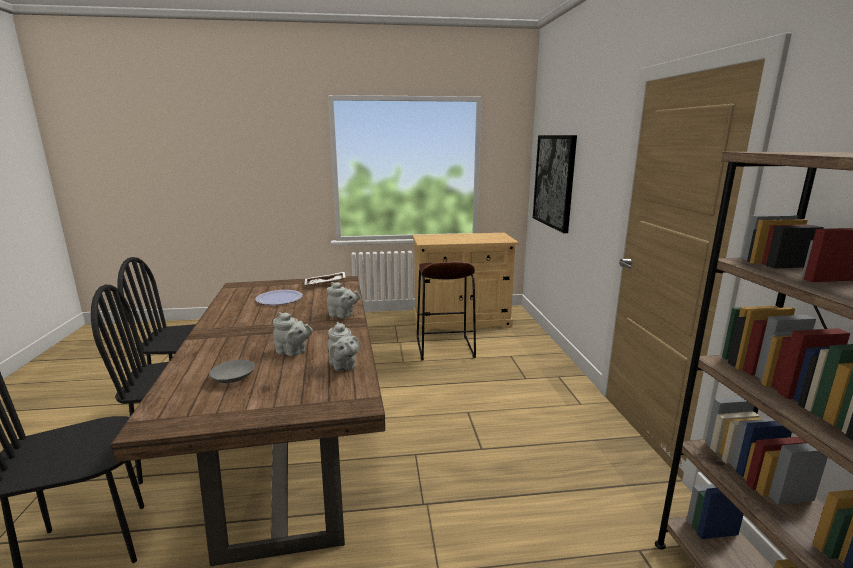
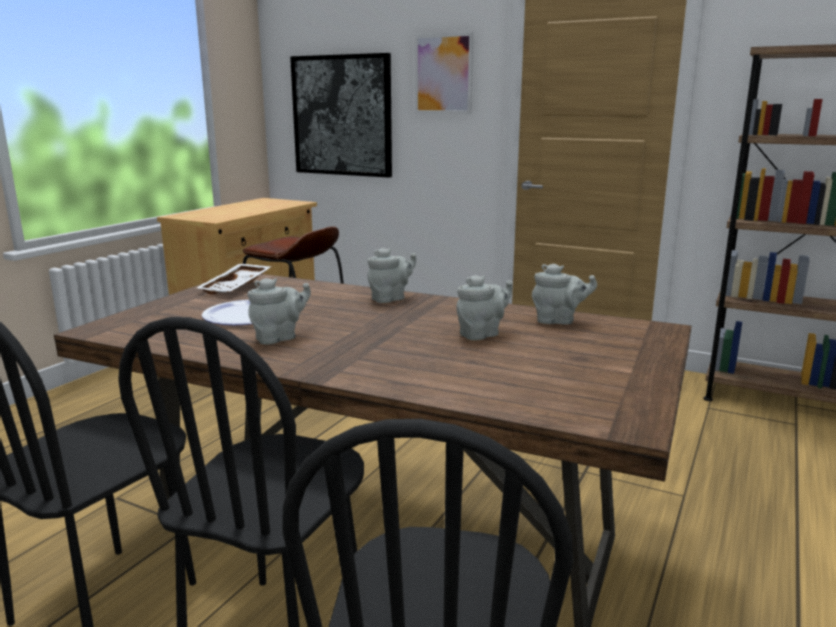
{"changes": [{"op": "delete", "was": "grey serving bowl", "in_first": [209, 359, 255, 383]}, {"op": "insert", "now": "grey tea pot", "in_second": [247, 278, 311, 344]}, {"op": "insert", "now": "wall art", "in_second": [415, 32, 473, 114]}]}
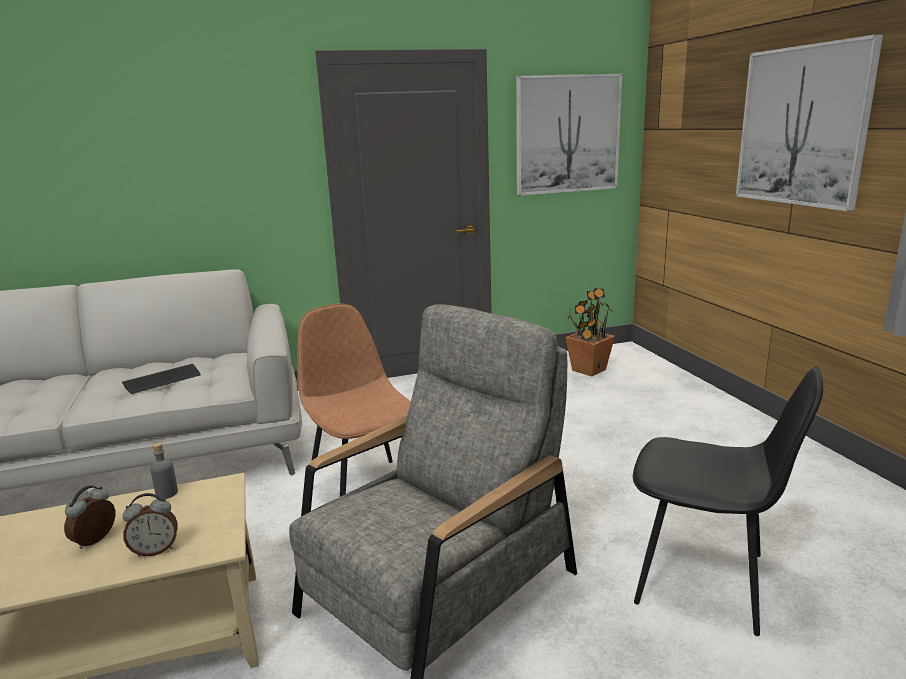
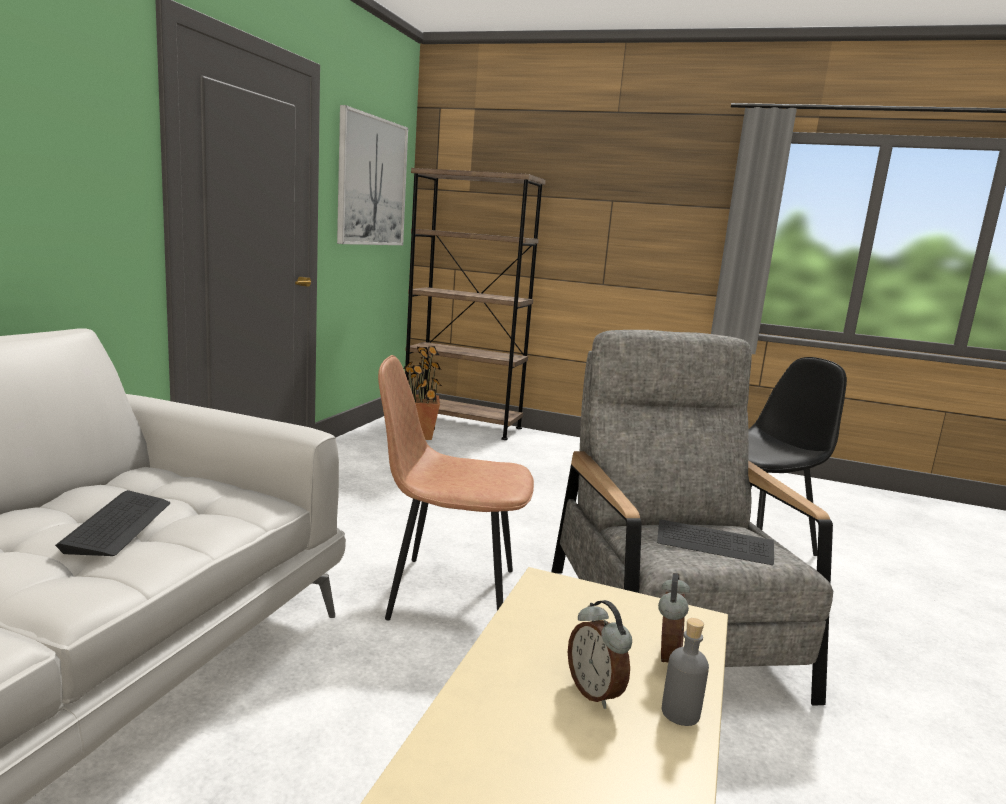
{"changes": [{"op": "delete", "was": "wall art", "in_first": [736, 34, 883, 211]}, {"op": "insert", "now": "brownish bookcase", "in_second": [405, 168, 546, 440]}, {"op": "insert", "now": "PC keyboard", "in_second": [657, 519, 774, 565]}, {"op": "move", "was": "grey bottle", "in_first": [150, 443, 178, 499], "in_second": [662, 618, 709, 726]}]}
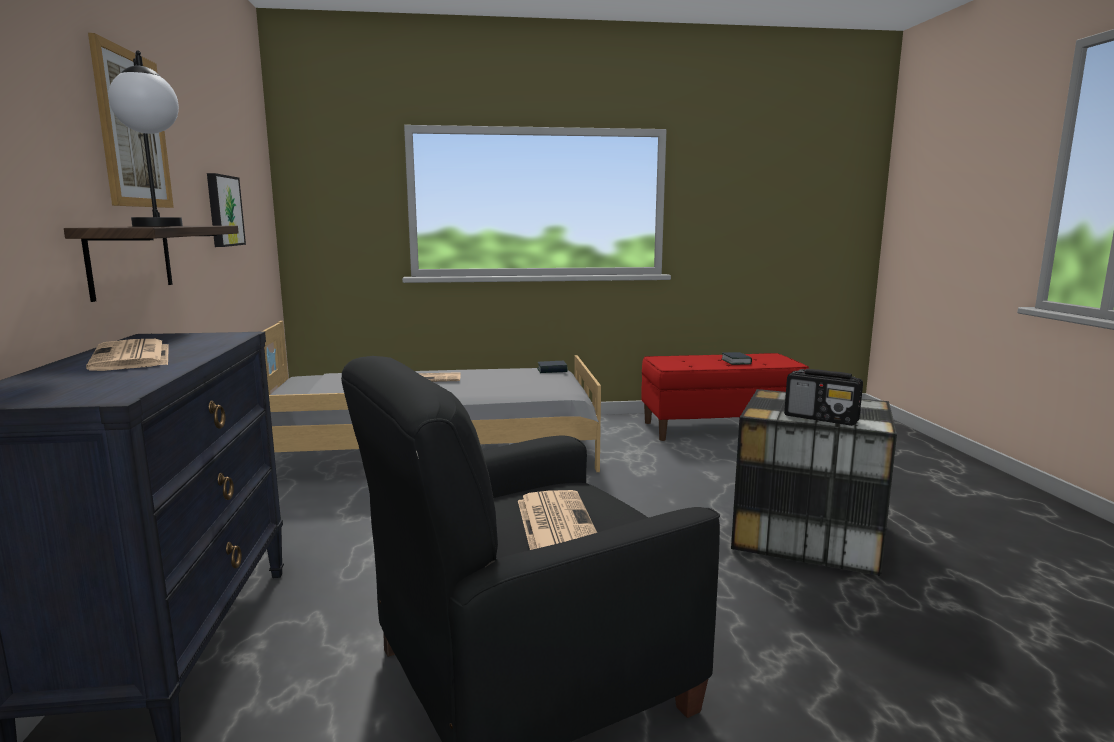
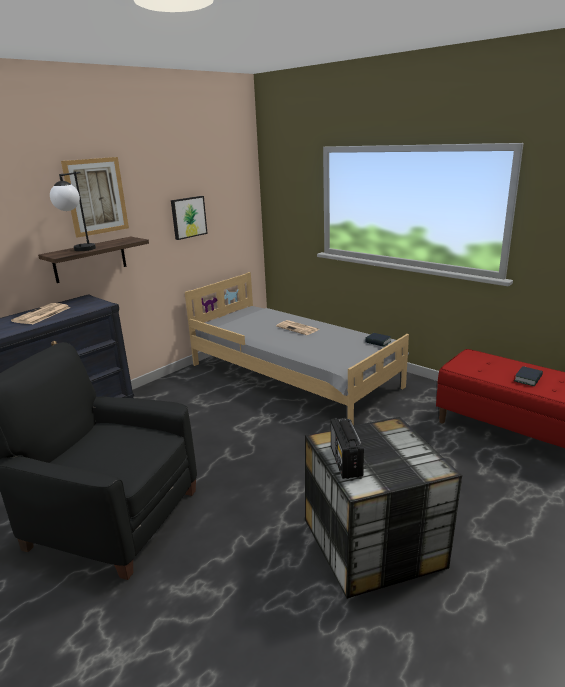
{"changes": [{"op": "delete", "was": "printed paper", "in_first": [518, 490, 597, 550]}]}
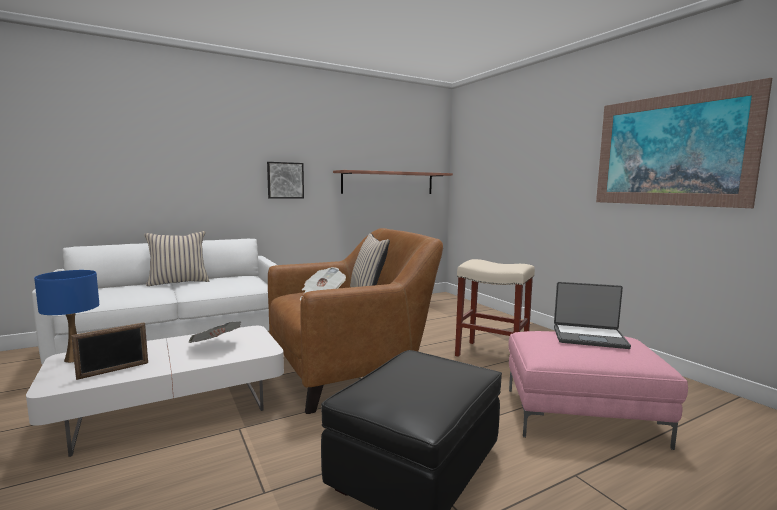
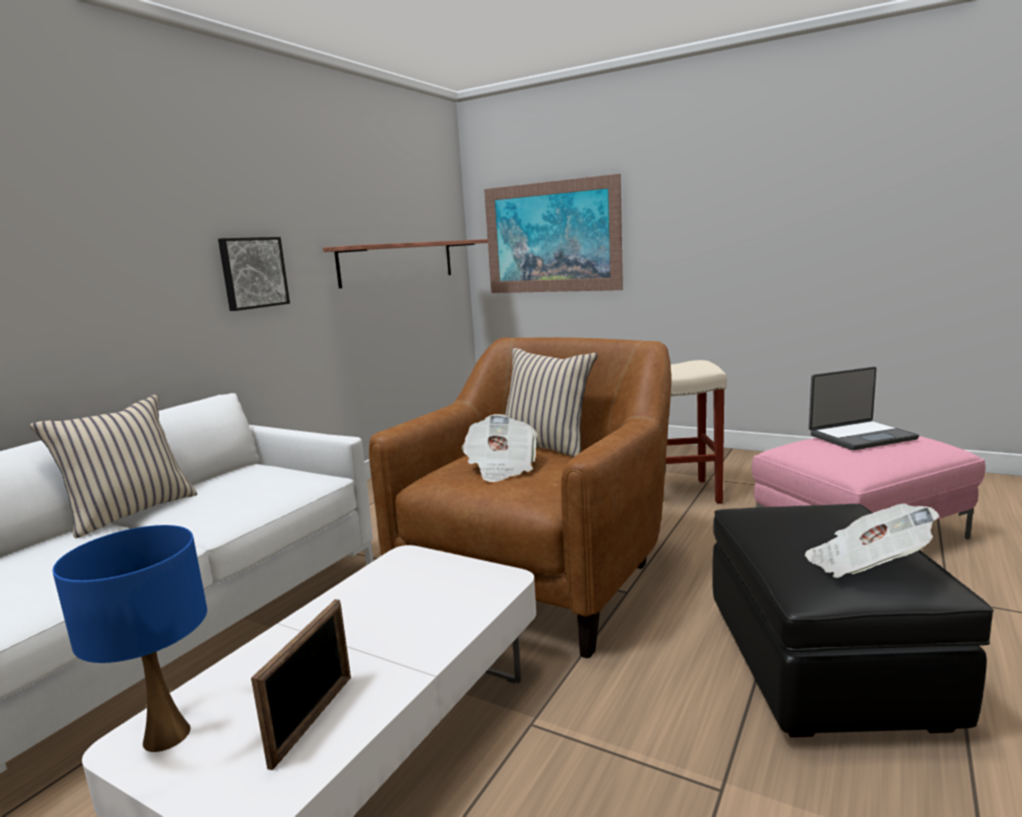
{"changes": [{"op": "move", "was": "printed paper", "in_first": [189, 322, 241, 343], "in_second": [805, 503, 940, 578]}, {"op": "move", "was": "wall art", "in_first": [596, 78, 772, 208], "in_second": [484, 174, 623, 293]}]}
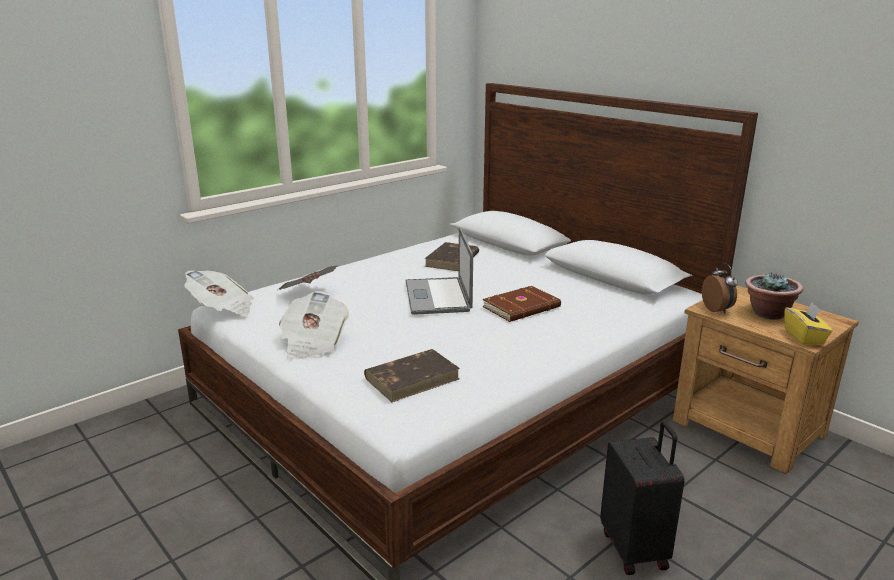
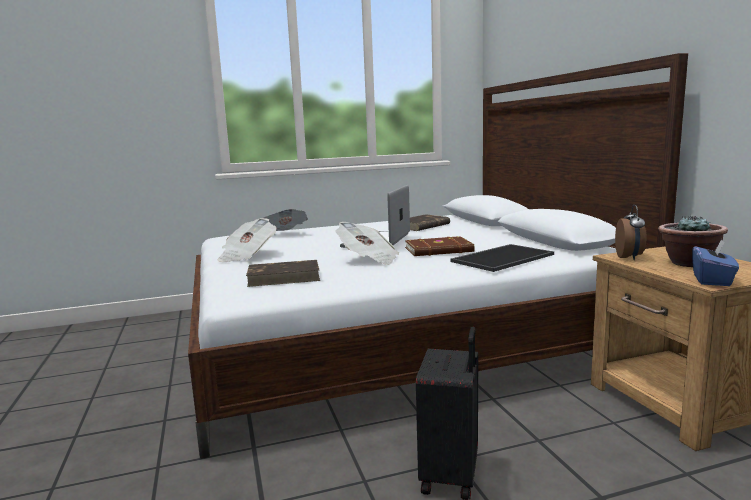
{"changes": [{"op": "insert", "now": "carrying tray", "in_second": [450, 244, 554, 272]}, {"op": "move", "was": "printed paper", "in_first": [184, 270, 253, 316], "in_second": [335, 222, 399, 265]}, {"op": "recolor", "was": "yellow tissue box", "now": "blue-coloured tissue box", "in_first": [784, 303, 833, 345], "in_second": [692, 239, 739, 286]}]}
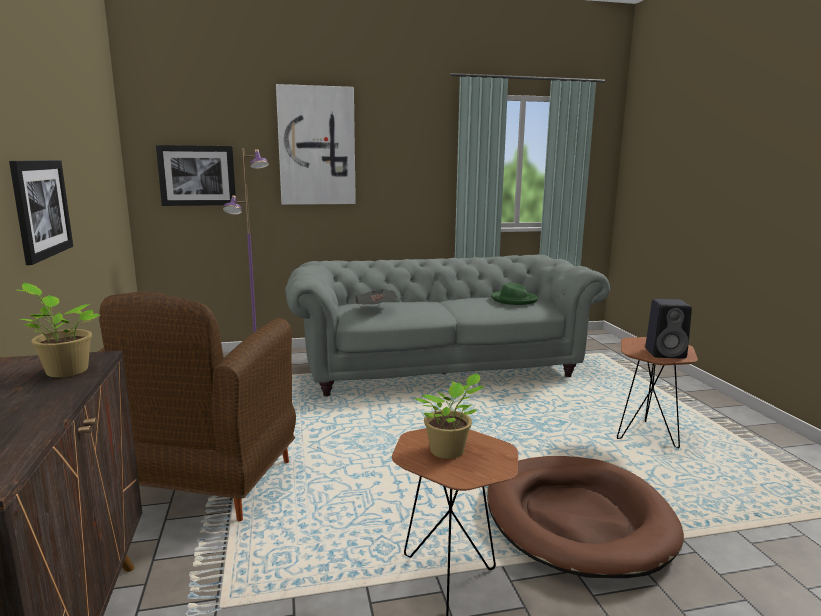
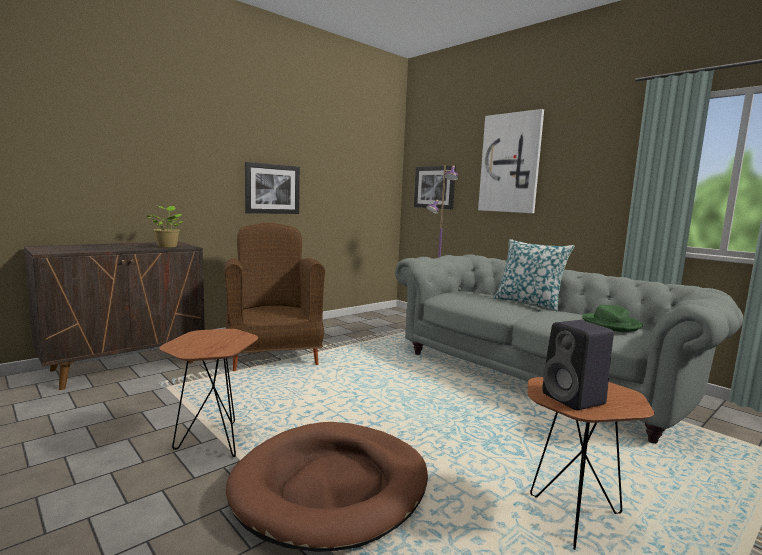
{"changes": [{"op": "delete", "was": "printed paper", "in_first": [355, 289, 397, 305]}, {"op": "delete", "was": "houseplant", "in_first": [413, 373, 484, 459]}, {"op": "insert", "now": "throw pillow", "in_second": [493, 239, 574, 311]}, {"op": "rotate", "was": "brownish armchair", "in_first": [98, 291, 296, 521], "in_second": [224, 223, 325, 371], "clockwise": 90}]}
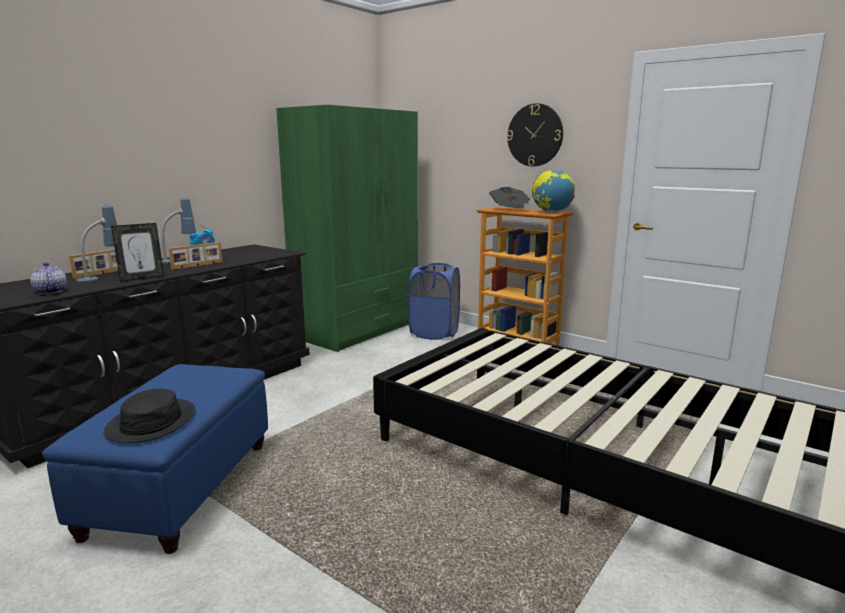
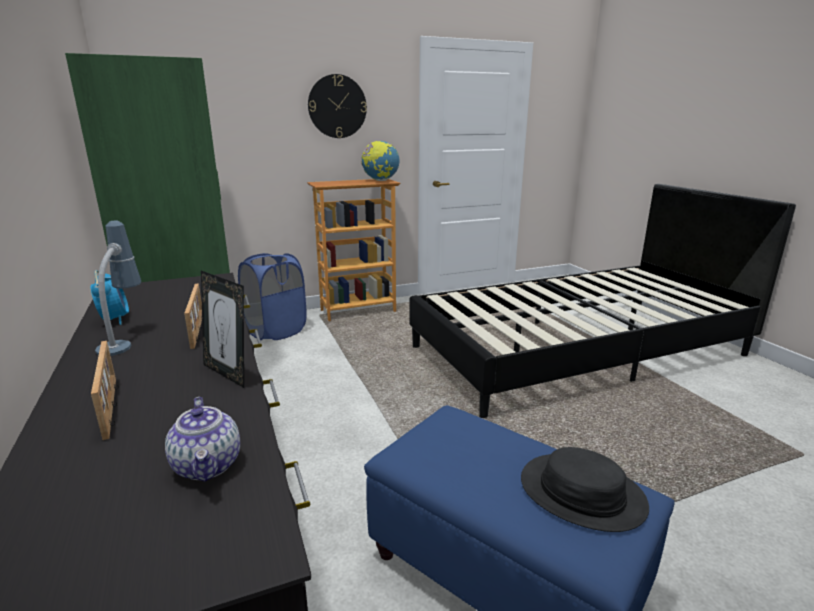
{"changes": [{"op": "delete", "was": "tabletop lamp", "in_first": [76, 205, 117, 283]}, {"op": "delete", "was": "printed paper", "in_first": [489, 187, 530, 208]}, {"op": "rotate", "was": "tea pot", "in_first": [30, 263, 67, 294], "in_second": [165, 397, 240, 482], "clockwise": -105}, {"op": "rotate", "was": "picture frame", "in_first": [111, 223, 164, 282], "in_second": [201, 271, 244, 388], "clockwise": 135}]}
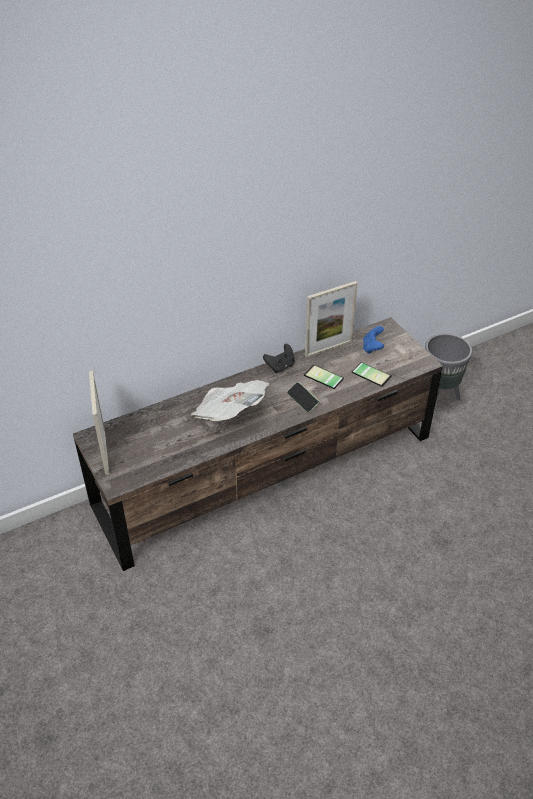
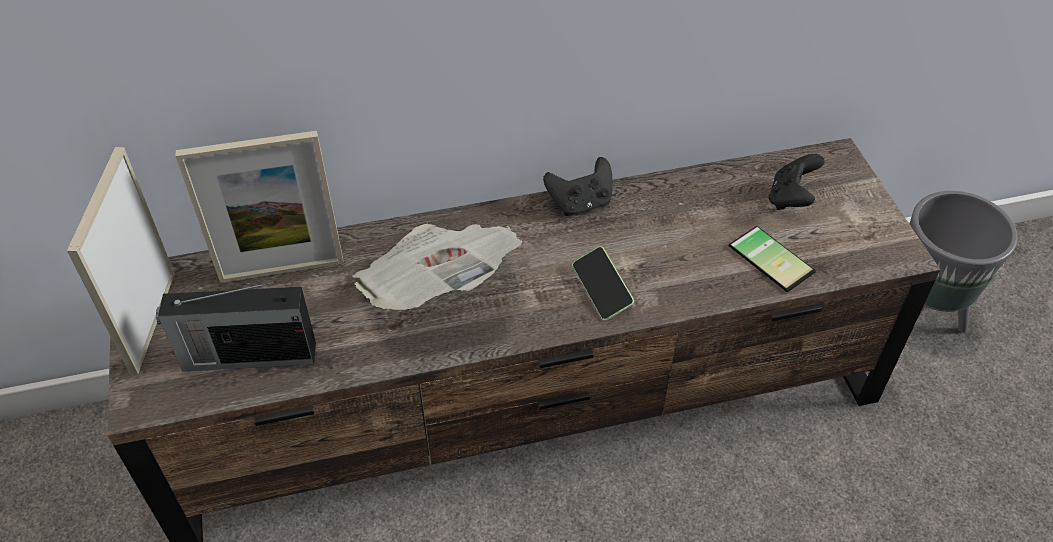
{"changes": [{"op": "delete", "was": "phone", "in_first": [304, 365, 344, 389]}, {"op": "insert", "now": "radio receiver", "in_second": [156, 282, 316, 372]}, {"op": "move", "was": "picture frame", "in_first": [305, 281, 358, 358], "in_second": [176, 131, 344, 283]}, {"op": "recolor", "was": "blue-coloured game controller", "now": "black game controller", "in_first": [363, 326, 384, 354], "in_second": [769, 154, 824, 210]}]}
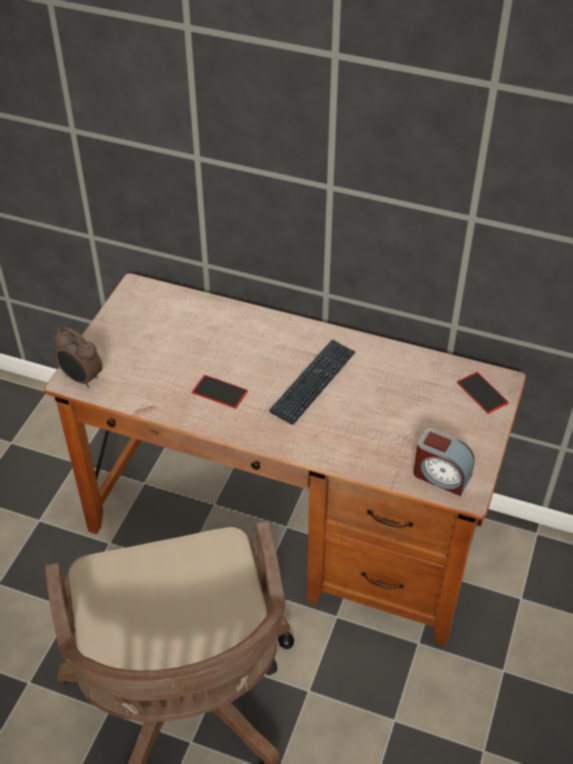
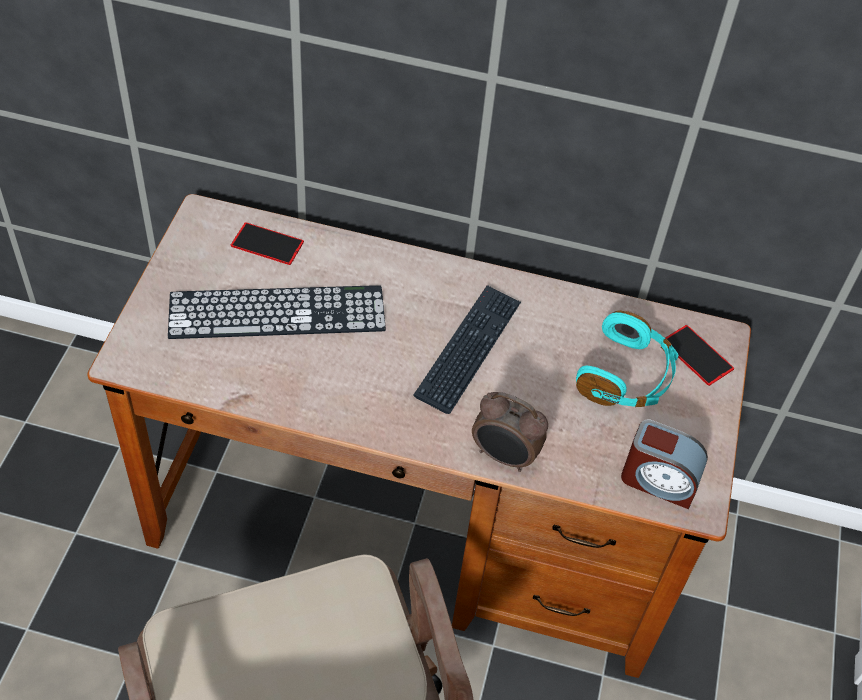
{"changes": [{"op": "insert", "now": "PC keyboard", "in_second": [168, 285, 386, 339]}, {"op": "insert", "now": "turquoise headset", "in_second": [576, 310, 679, 407]}, {"op": "move", "was": "table clock", "in_first": [54, 327, 102, 388], "in_second": [472, 392, 548, 472]}, {"op": "move", "was": "phone", "in_first": [192, 375, 248, 409], "in_second": [231, 222, 304, 265]}]}
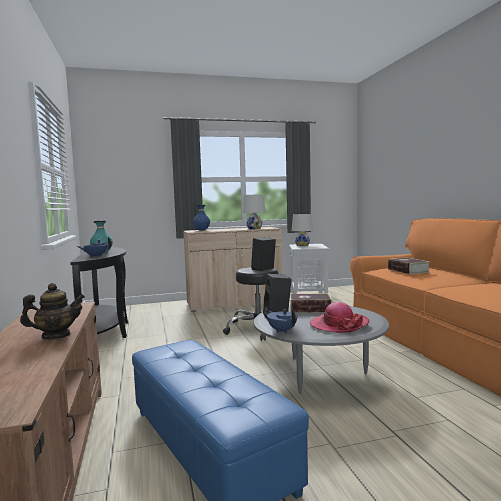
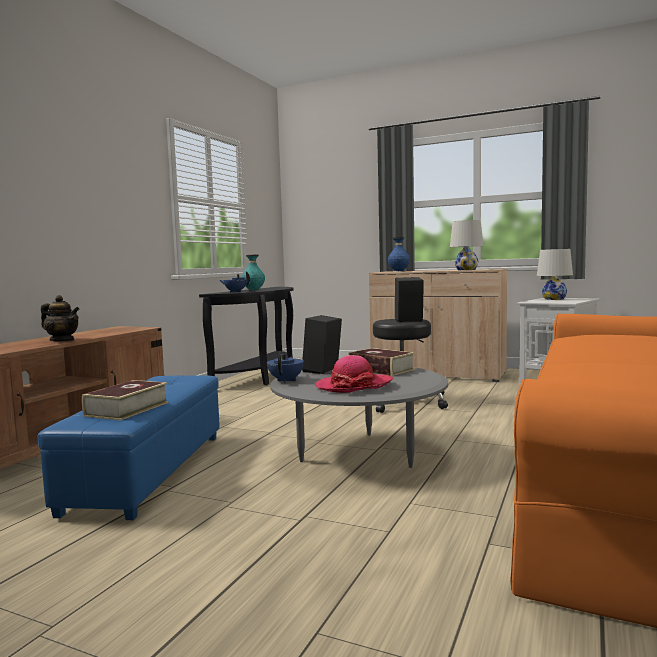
{"changes": [{"op": "move", "was": "volume", "in_first": [388, 257, 430, 275], "in_second": [82, 380, 168, 420]}]}
